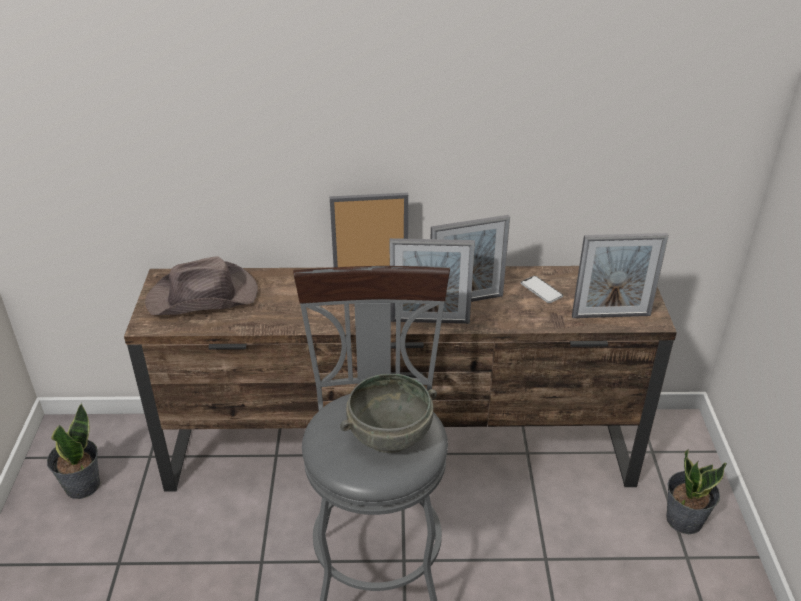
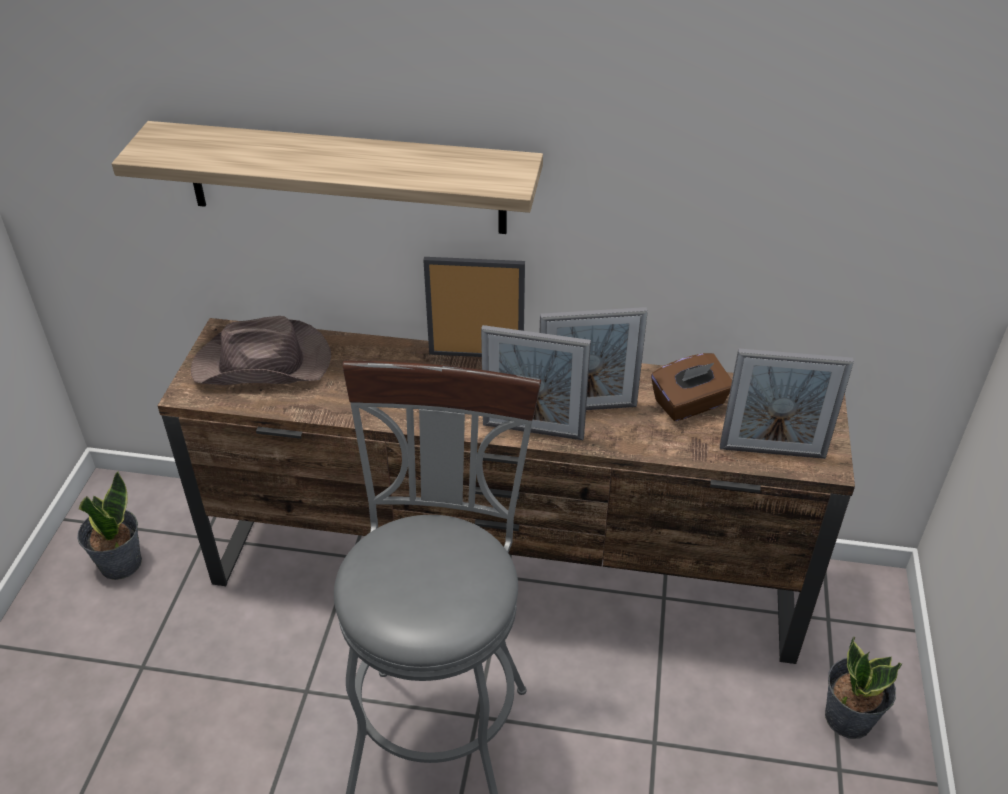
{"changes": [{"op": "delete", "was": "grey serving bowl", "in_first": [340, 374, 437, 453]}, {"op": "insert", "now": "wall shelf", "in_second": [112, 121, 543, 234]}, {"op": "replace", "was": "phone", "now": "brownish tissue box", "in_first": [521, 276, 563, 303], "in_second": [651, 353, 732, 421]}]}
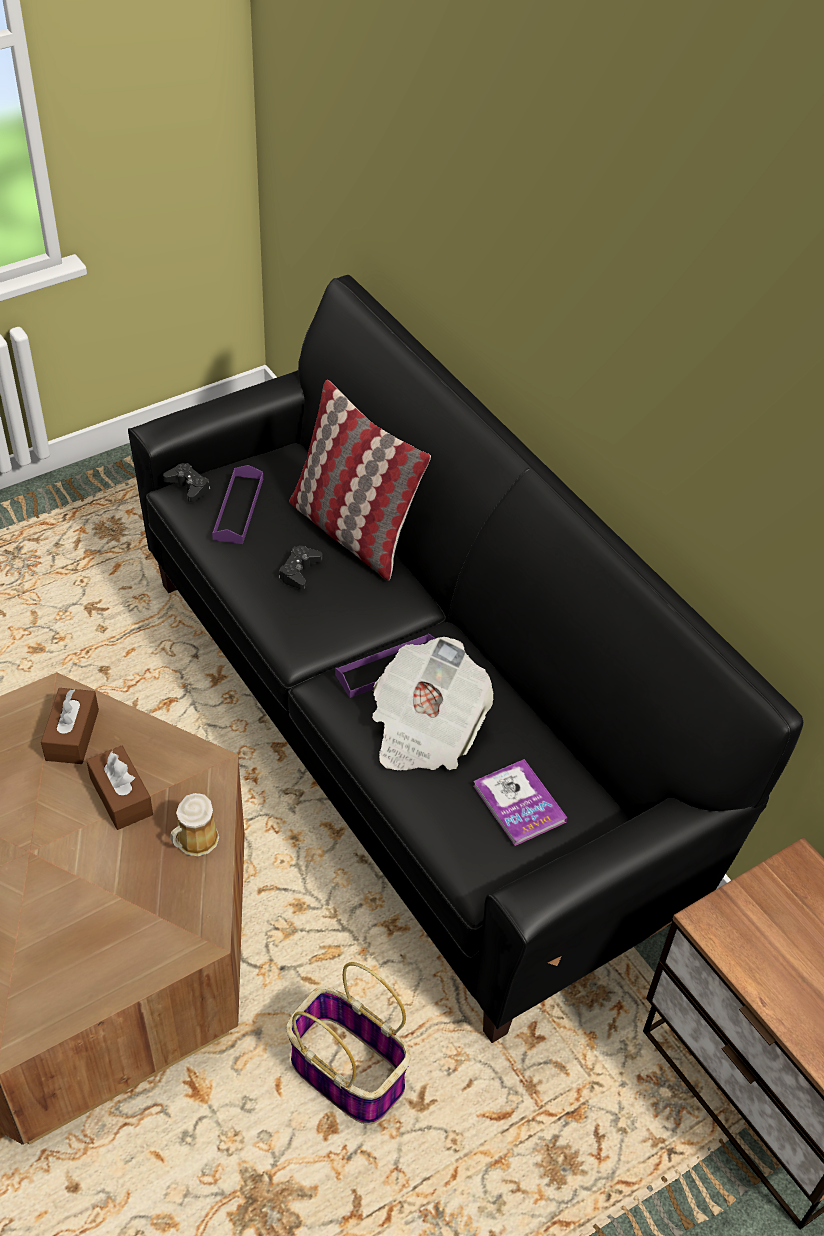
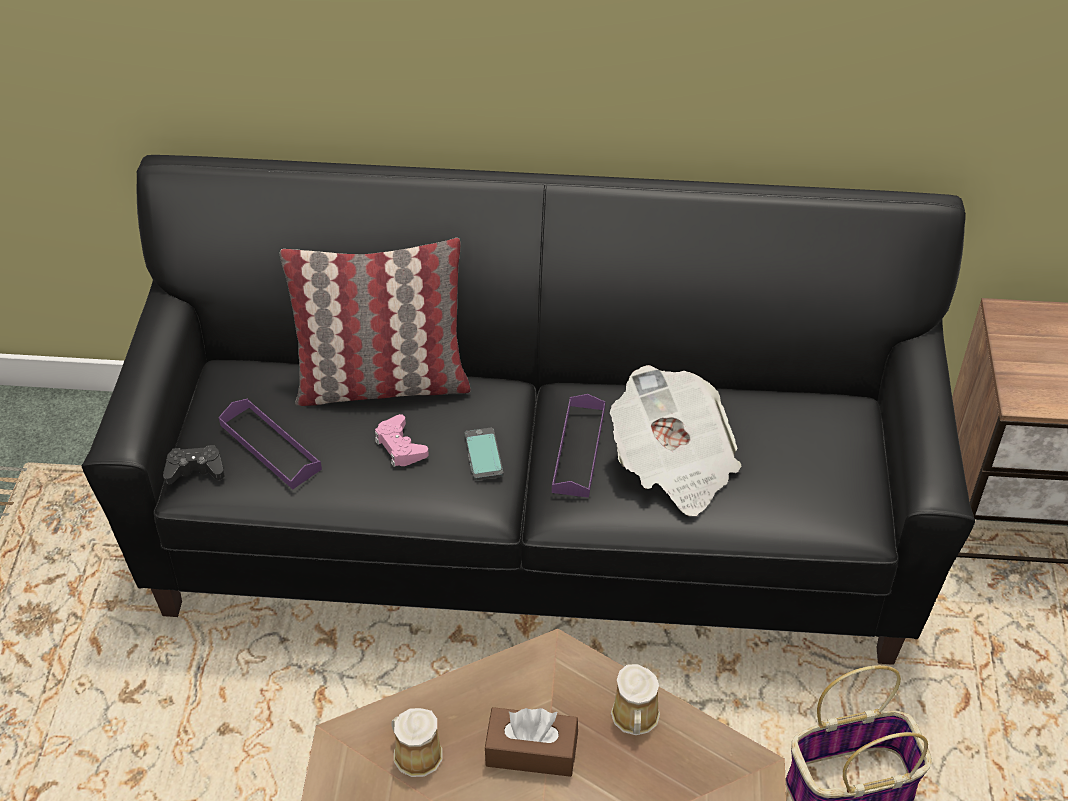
{"changes": [{"op": "delete", "was": "volume", "in_first": [473, 759, 567, 846]}, {"op": "insert", "now": "phone", "in_second": [465, 428, 503, 480]}, {"op": "replace", "was": "brownish tissue box", "now": "mug", "in_first": [41, 688, 99, 764], "in_second": [391, 708, 443, 777]}, {"op": "recolor", "was": "black game controller", "now": "pink game controller", "in_first": [279, 546, 323, 589], "in_second": [375, 414, 429, 467]}]}
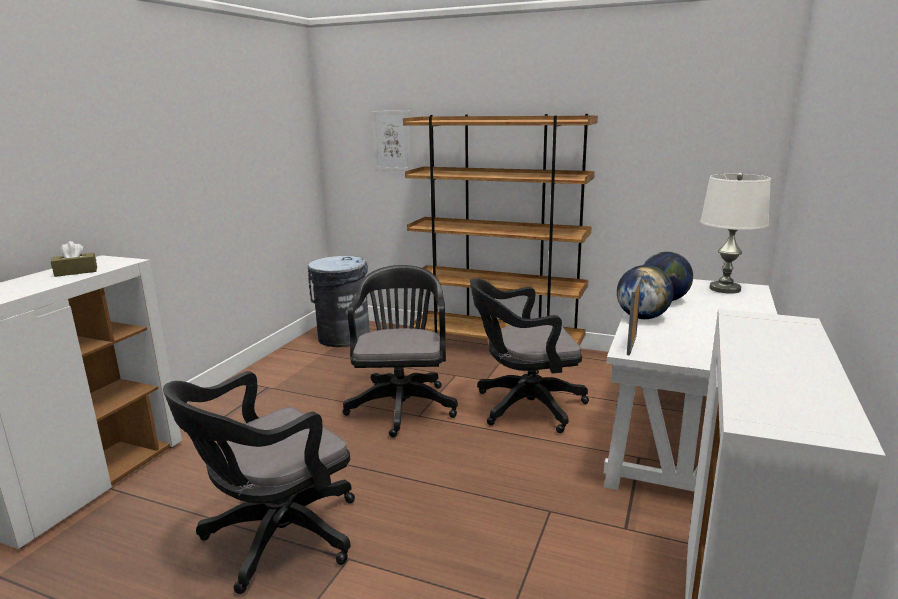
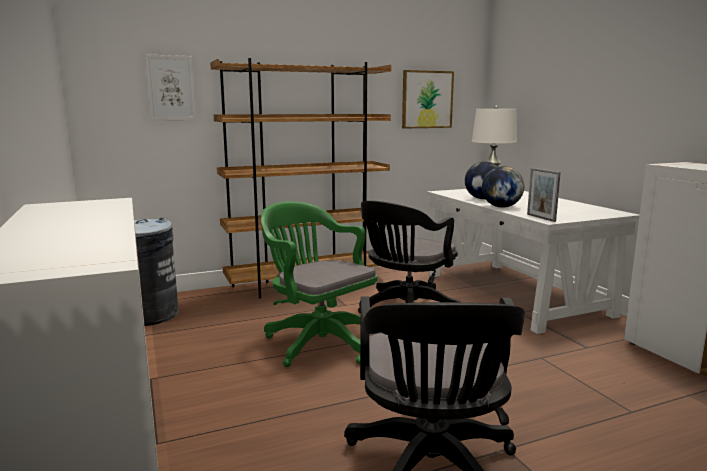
{"changes": [{"op": "delete", "was": "brownish tissue box", "in_first": [51, 241, 97, 277]}, {"op": "insert", "now": "wall art", "in_second": [402, 70, 454, 128]}, {"op": "recolor", "was": "black computer chair", "now": "green computer chair", "in_first": [343, 265, 458, 437], "in_second": [261, 201, 378, 367]}]}
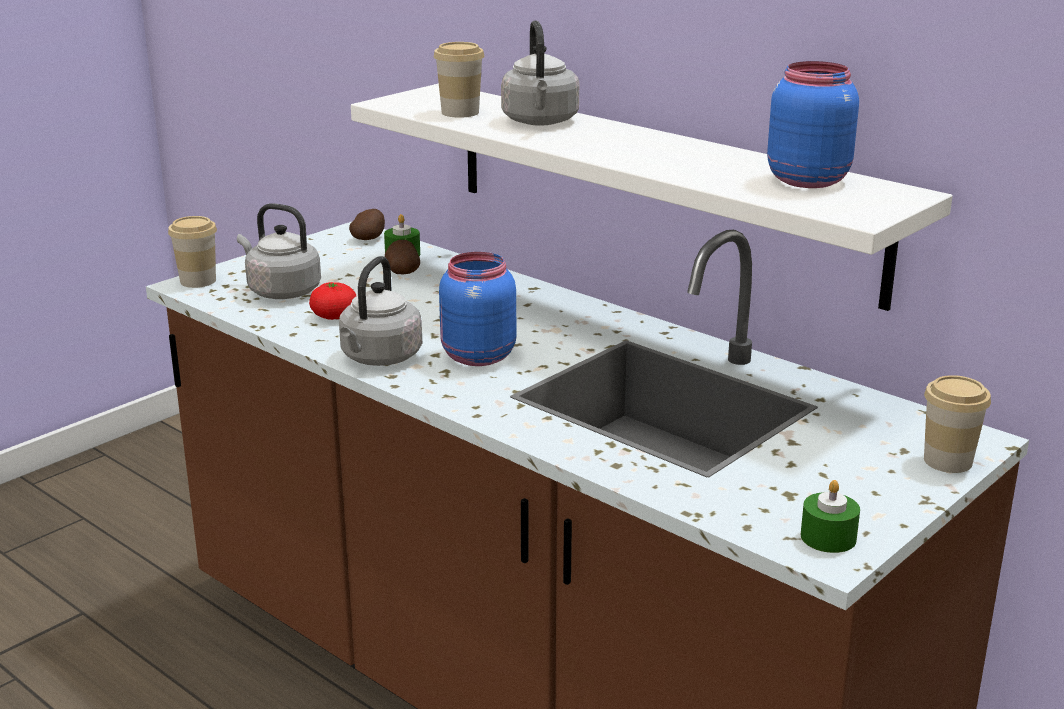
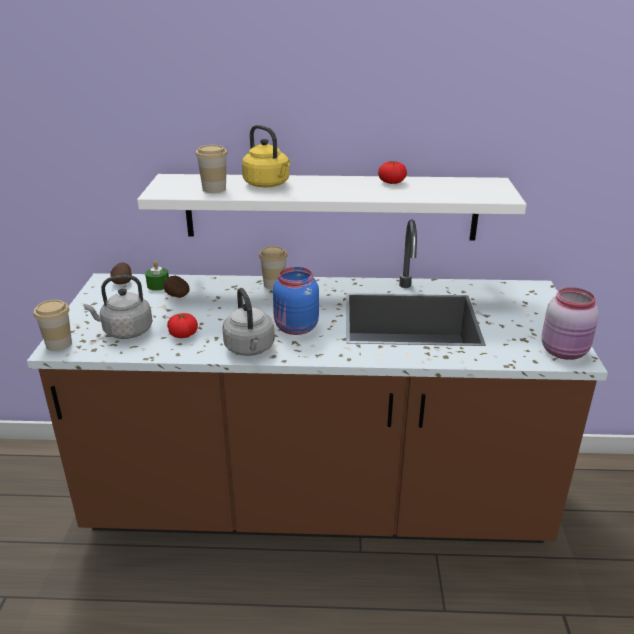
{"changes": [{"op": "delete", "was": "blue-coloured jar", "in_first": [767, 61, 859, 188]}, {"op": "insert", "now": "whole tomato", "in_second": [378, 161, 407, 184]}, {"op": "move", "was": "drinking cup", "in_first": [924, 375, 991, 473], "in_second": [259, 246, 288, 289]}, {"op": "replace", "was": "green wax light", "now": "pink jar", "in_first": [801, 480, 860, 553], "in_second": [542, 287, 599, 360]}, {"op": "recolor", "was": "grey water kettle", "now": "yellow water kettle", "in_first": [501, 21, 579, 126], "in_second": [242, 125, 291, 188]}]}
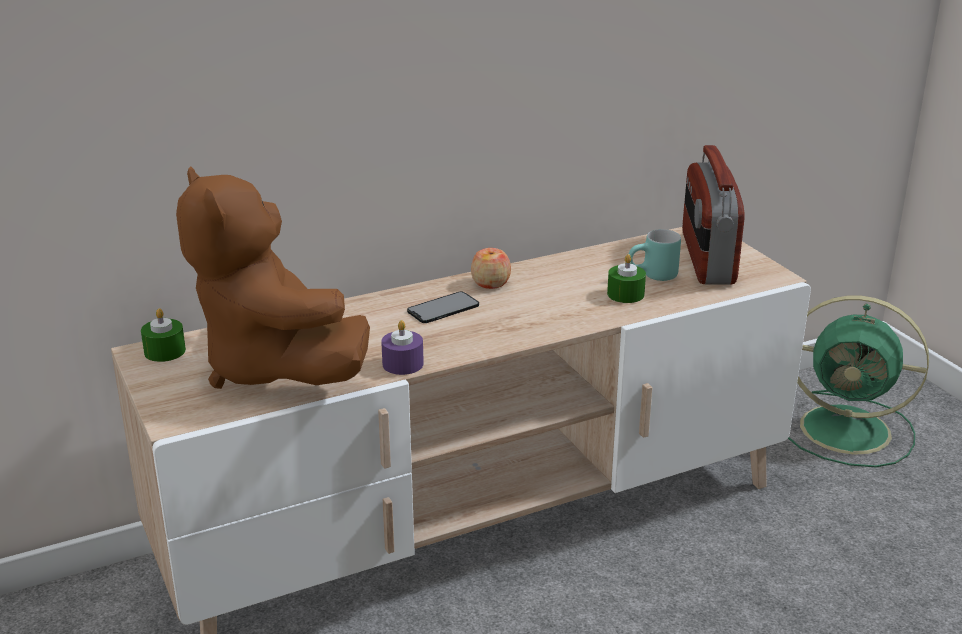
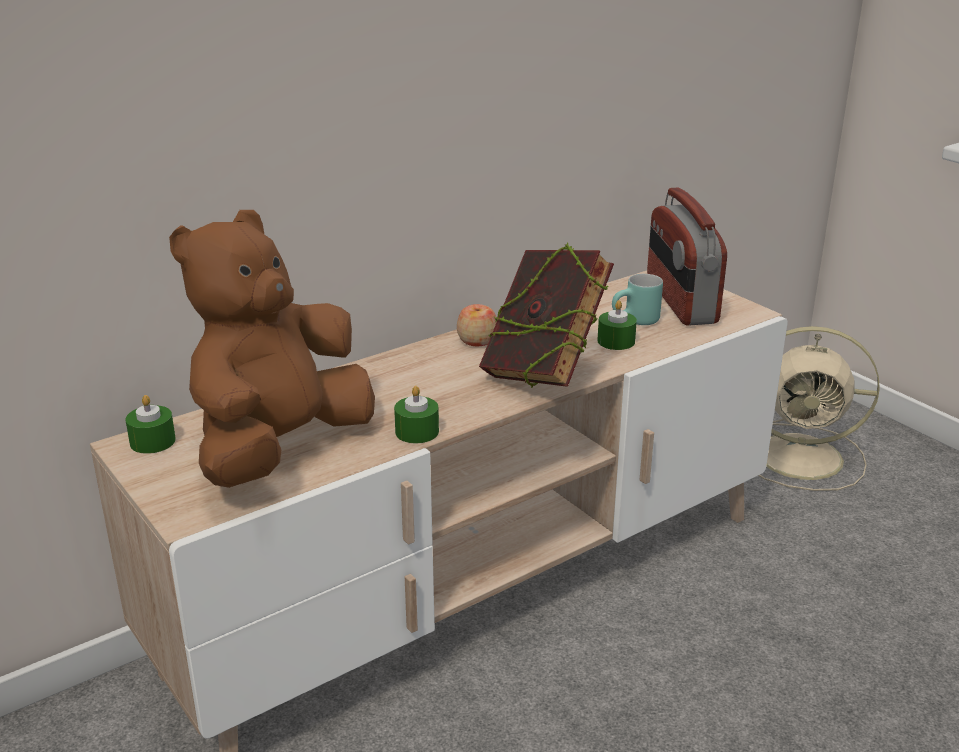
{"changes": [{"op": "delete", "was": "phone", "in_first": [407, 292, 479, 323]}, {"op": "insert", "now": "volume", "in_second": [479, 243, 614, 388]}, {"op": "recolor", "was": "purplish wax light", "now": "green wax light", "in_first": [381, 320, 424, 375], "in_second": [394, 386, 439, 443]}, {"op": "recolor", "was": "green fan", "now": "sand-coloured fan", "in_first": [788, 295, 929, 467], "in_second": [758, 326, 880, 491]}, {"op": "rotate", "was": "brownish soft toy", "in_first": [176, 166, 370, 389], "in_second": [169, 210, 375, 488], "clockwise": 75}]}
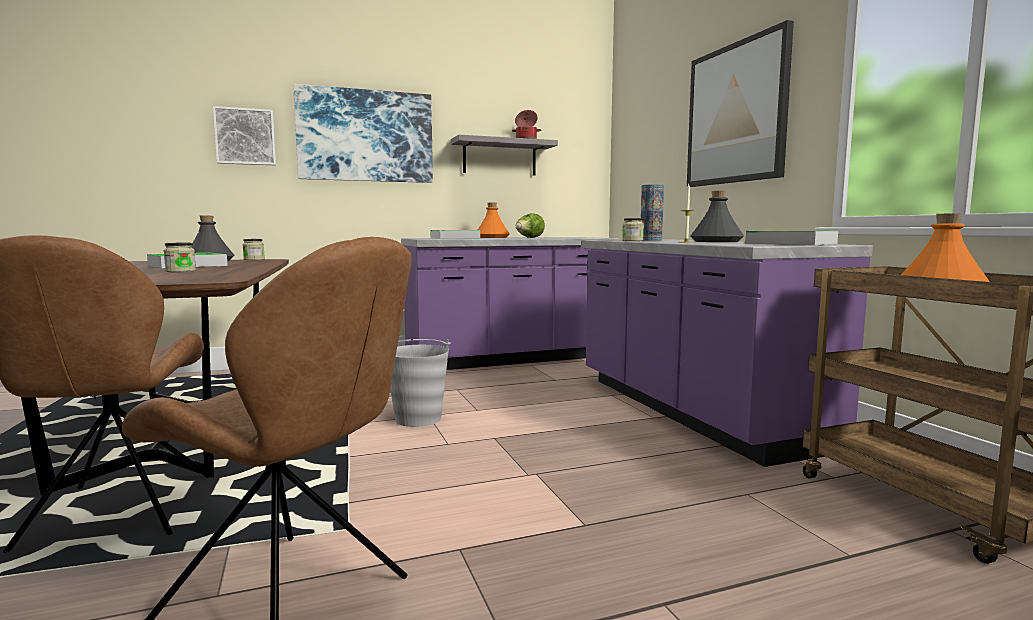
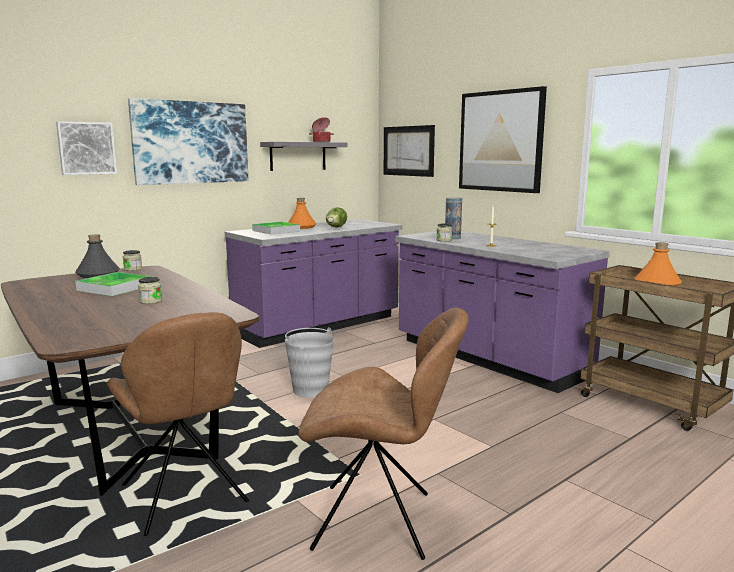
{"changes": [{"op": "delete", "was": "grey bottle", "in_first": [690, 191, 744, 242]}, {"op": "delete", "was": "carrying tray", "in_first": [745, 231, 838, 245]}, {"op": "insert", "now": "wall art", "in_second": [384, 125, 435, 177]}]}
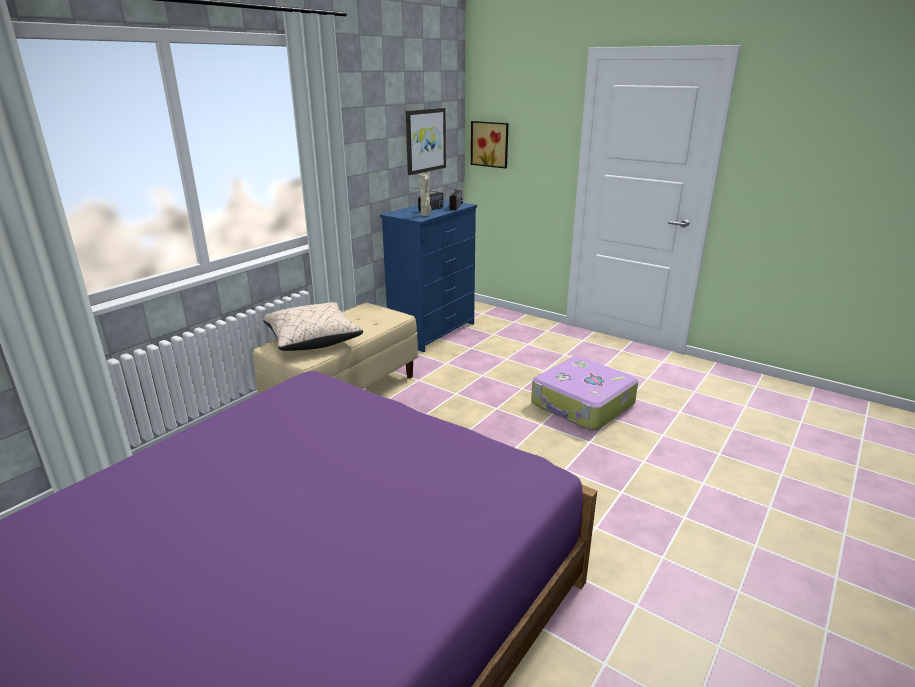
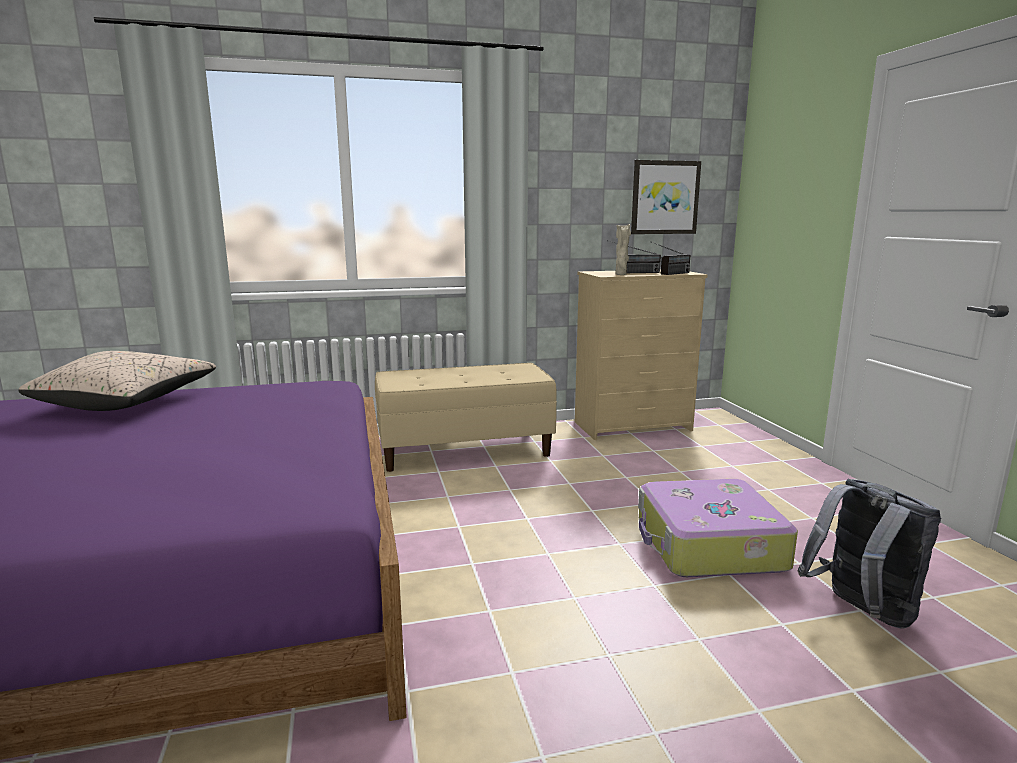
{"changes": [{"op": "delete", "was": "wall art", "in_first": [471, 121, 509, 169]}, {"op": "insert", "now": "grey knapsack", "in_second": [798, 478, 941, 629]}, {"op": "move", "was": "sand-coloured throw pillow", "in_first": [263, 302, 363, 351], "in_second": [18, 351, 216, 411]}, {"op": "recolor", "was": "blue-coloured drawer chest", "now": "sand-coloured drawer chest", "in_first": [380, 200, 477, 352], "in_second": [575, 270, 707, 440]}]}
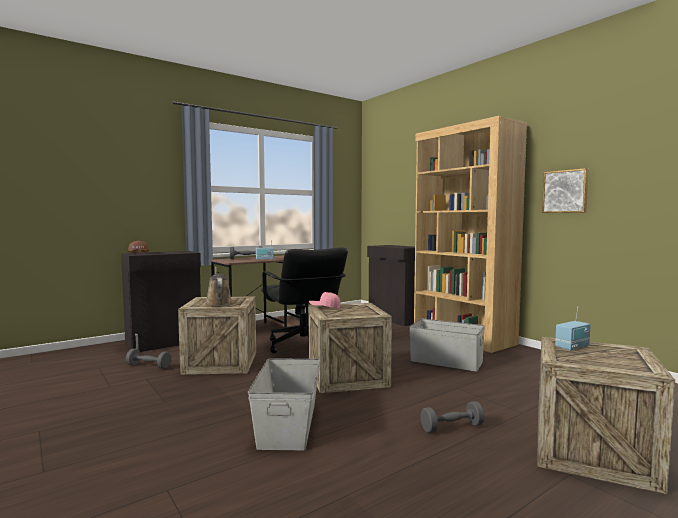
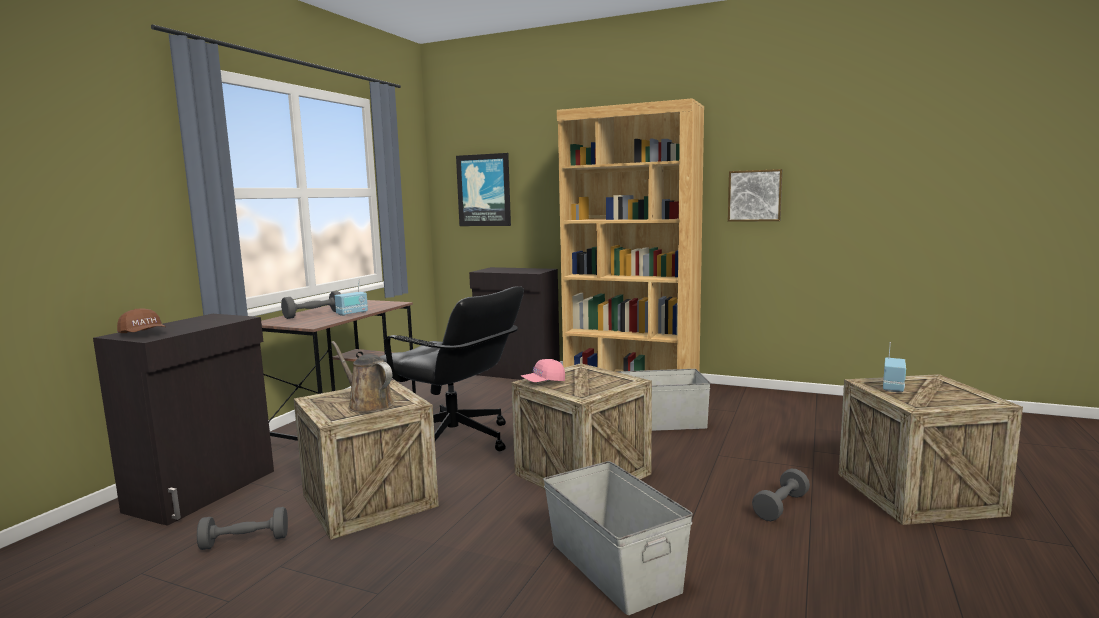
{"changes": [{"op": "insert", "now": "wall art", "in_second": [456, 153, 511, 226]}]}
